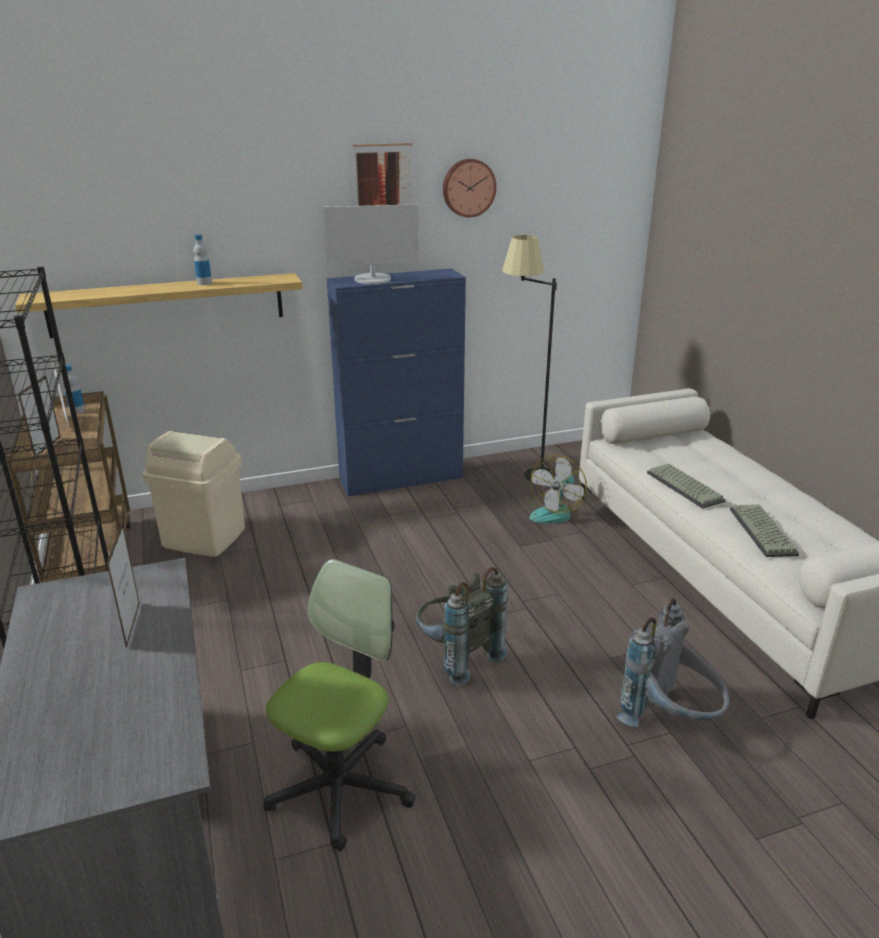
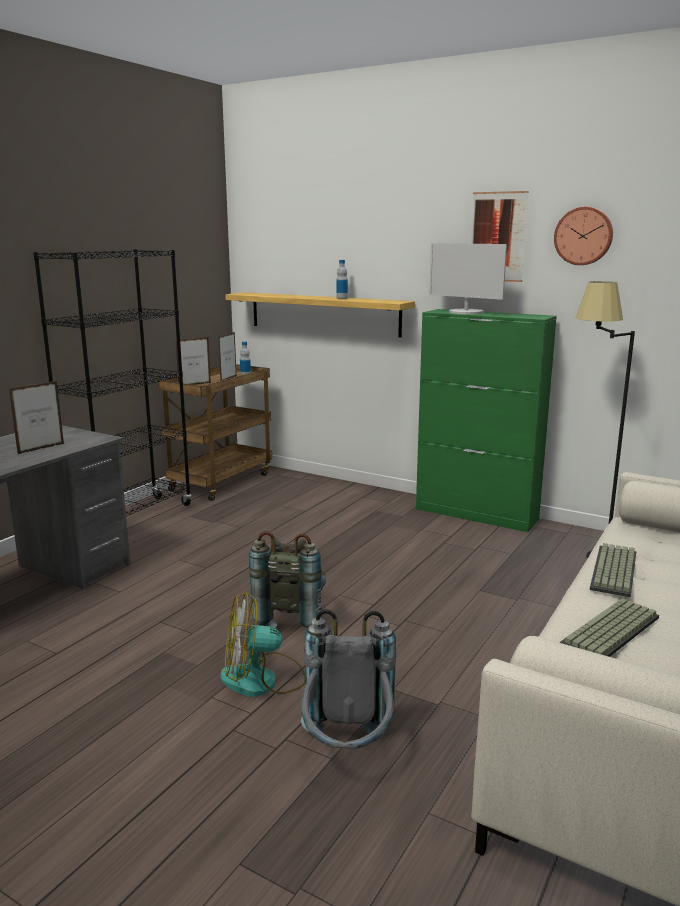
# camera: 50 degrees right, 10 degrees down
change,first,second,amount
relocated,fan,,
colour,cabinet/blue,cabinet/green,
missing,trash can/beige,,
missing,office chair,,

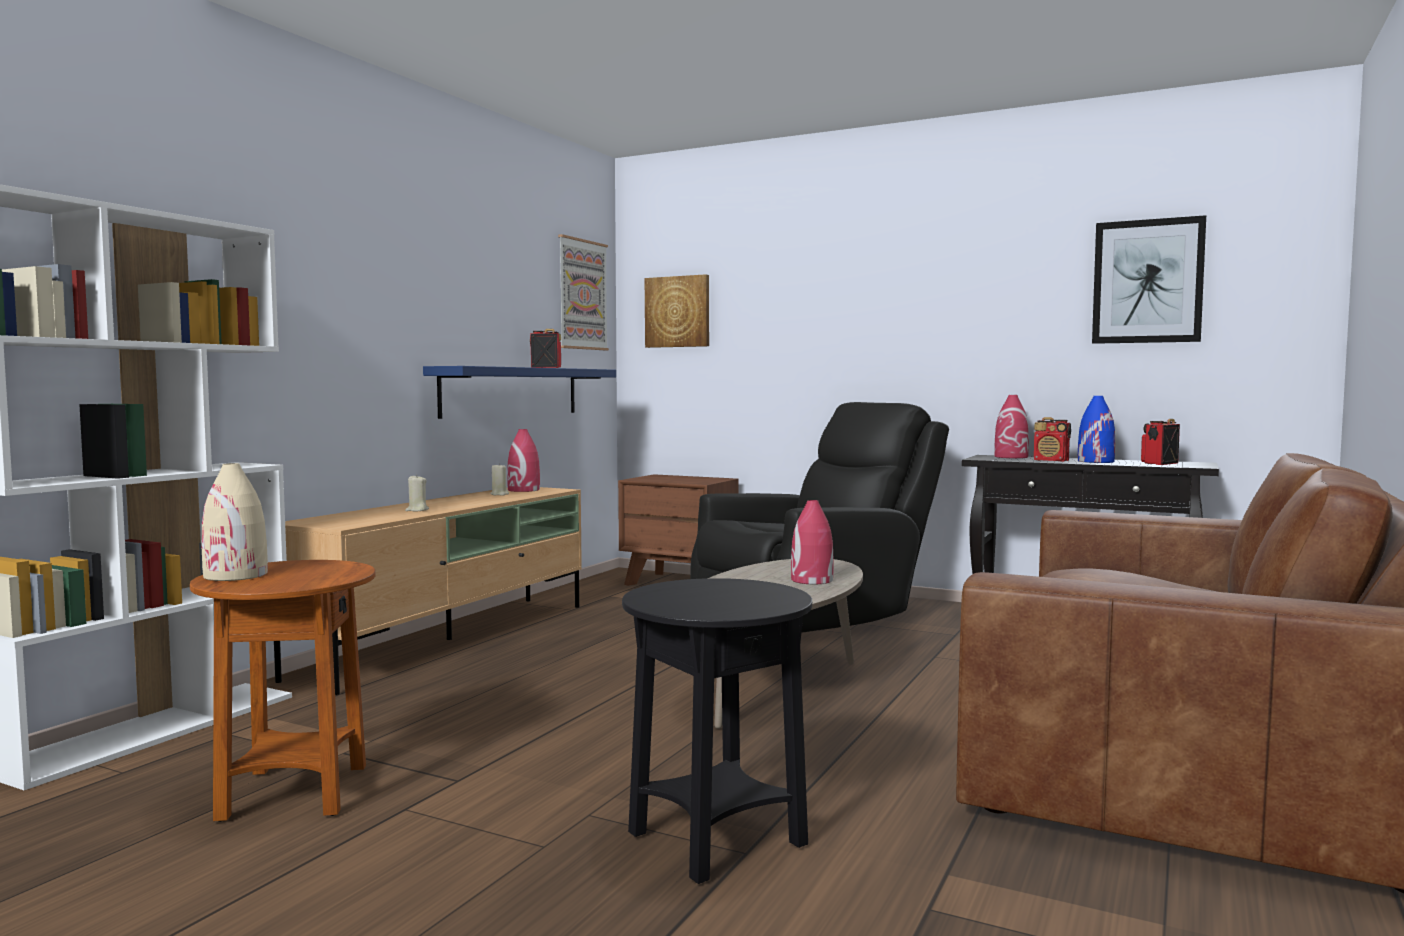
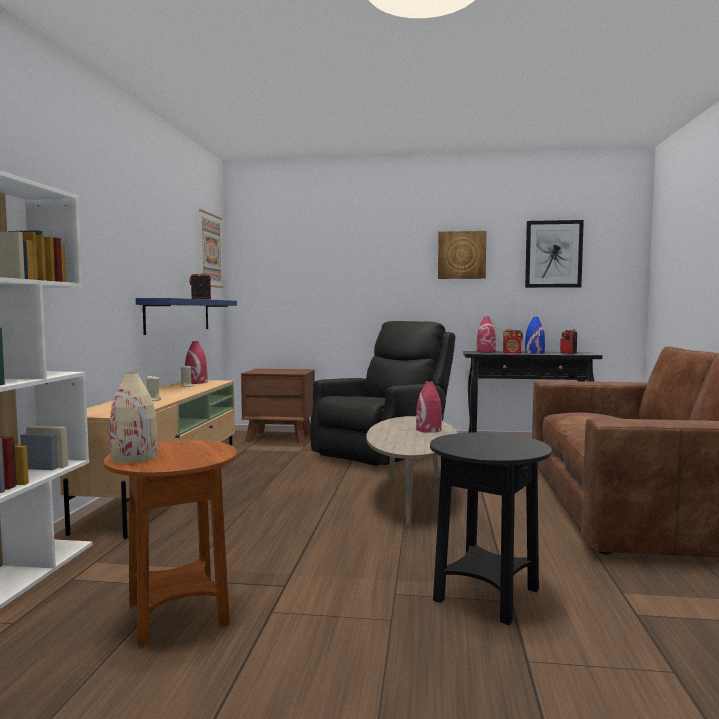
# camera: 20 degrees left, 0 degrees up
change,first,second,amount
relocated,picture (no. 2 from left),,

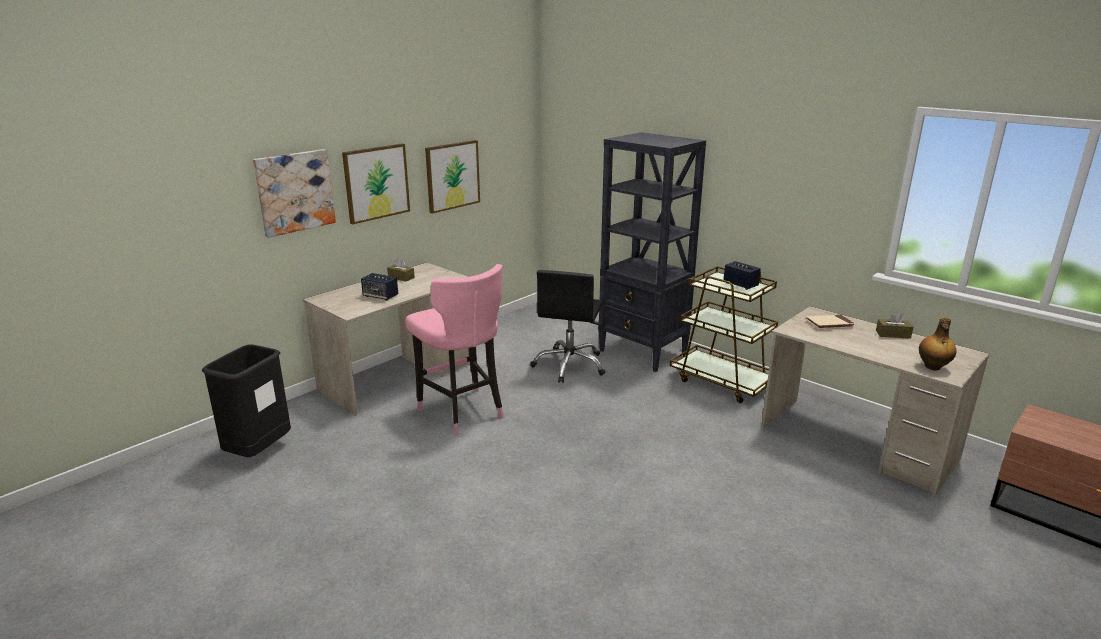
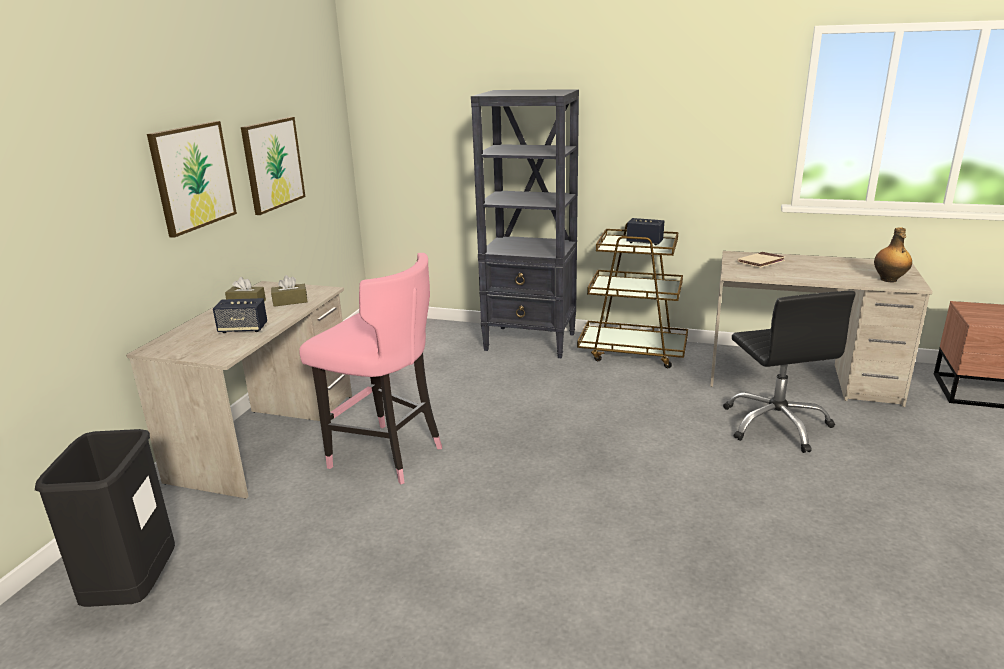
# camera: 25 degrees left, 0 degrees up
change,first,second,amount
relocated,tissue box/brown (no. 2 from left),,
relocated,office chair/black,,
missing,picture (no. 1 from left),,

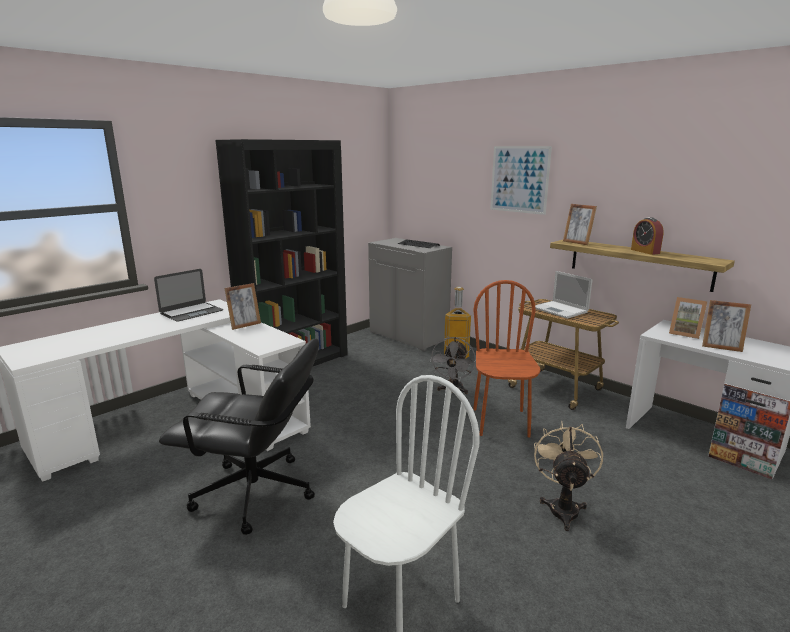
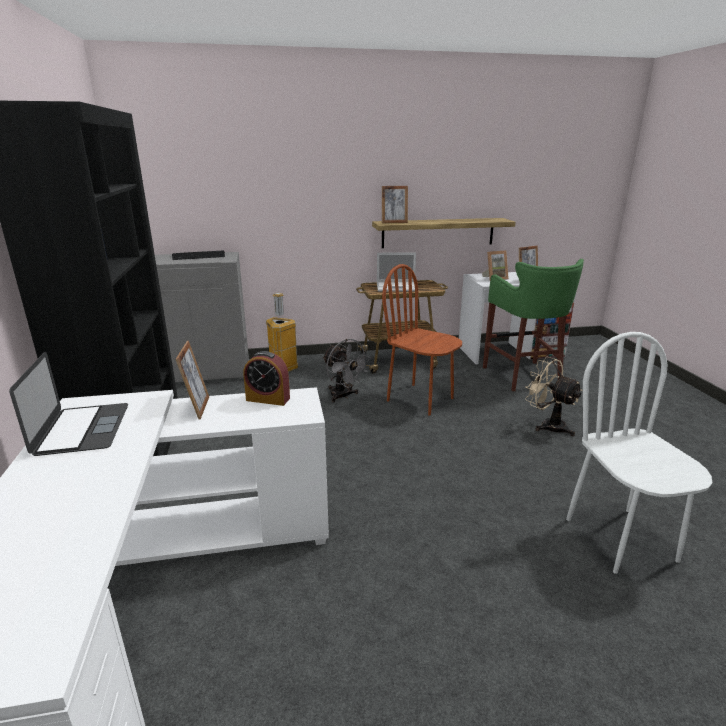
# camera: 55 degrees left, 5 degrees up
change,first,second,amount
relocated,alarm clock,,
appeared,,stool/green,
missing,office chair/black,,
missing,picture,,

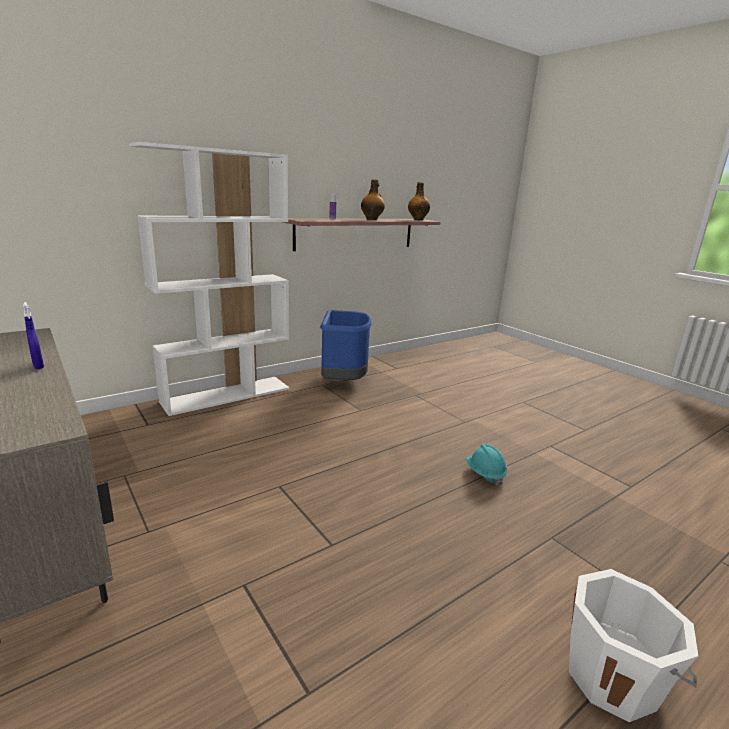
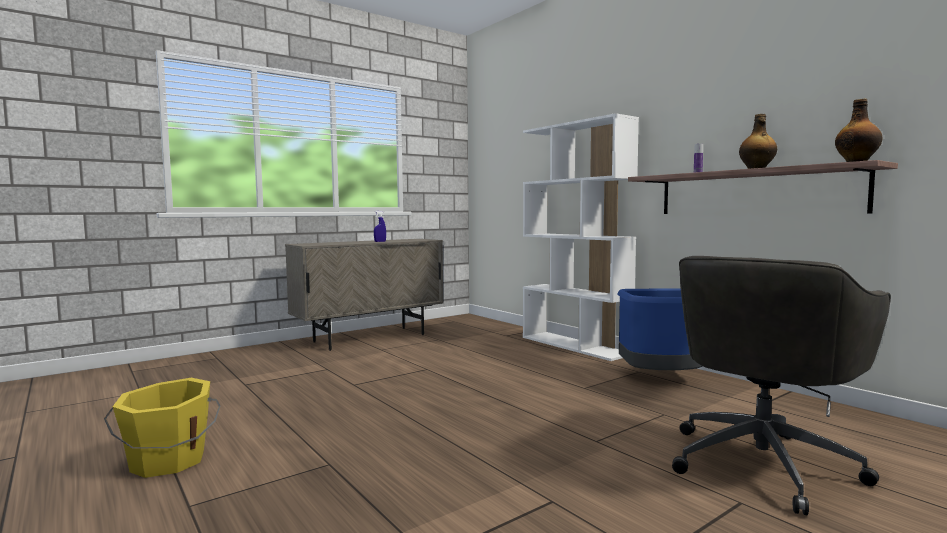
# camera: 90 degrees right, 15 degrees down
change,first,second,amount
colour,bucket/white,bucket/yellow,
appeared,,office chair/grey,
missing,hard hat/turquoise,,

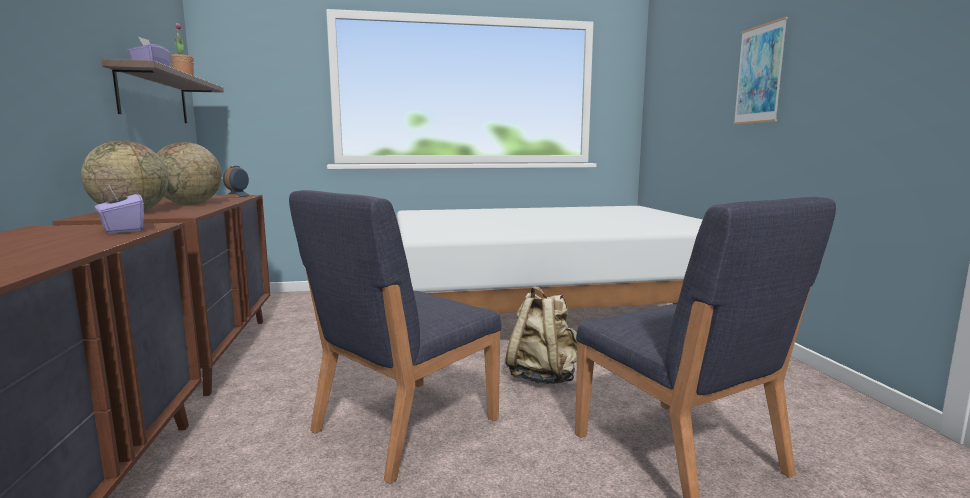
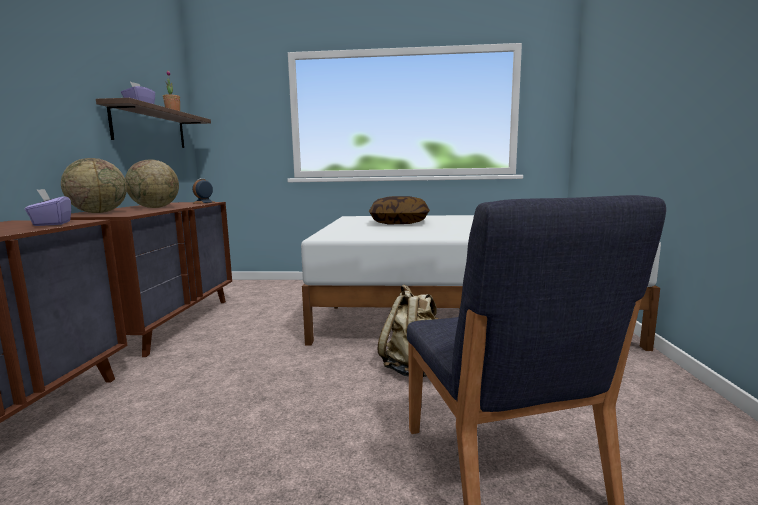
# camera: 15 degrees right, 0 degrees up
change,first,second,amount
appeared,,pillow,
missing,chair/blue (no. 1 from left),,
missing,picture,,

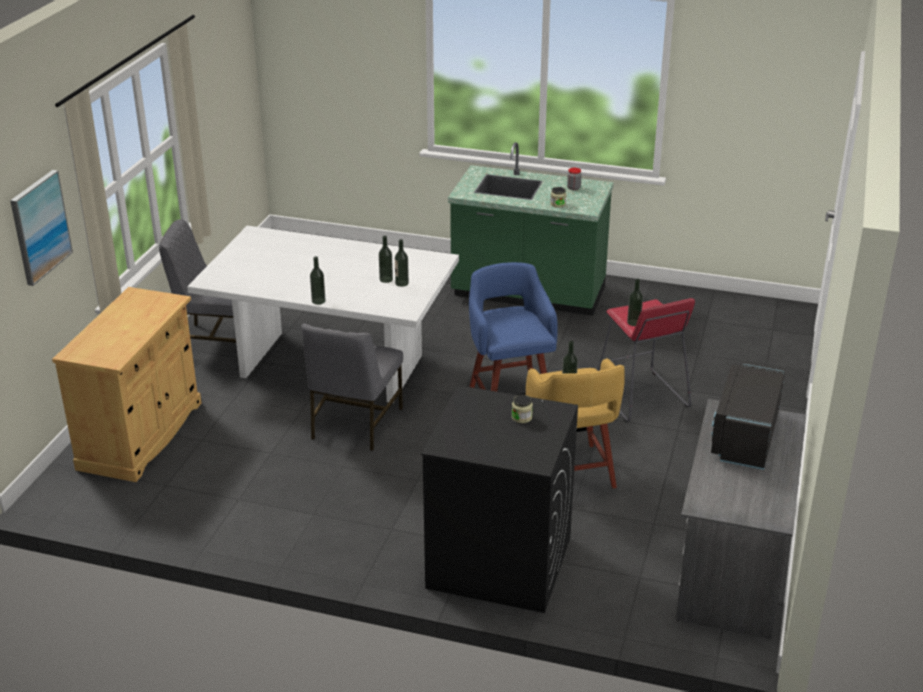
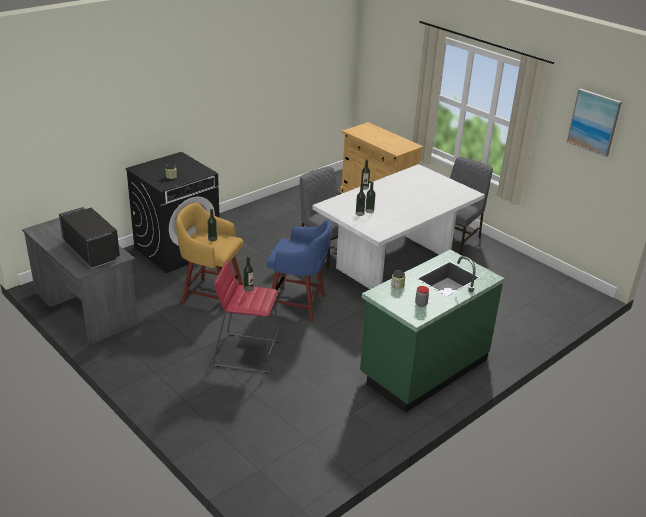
# camera: 120 degrees right, 0 degrees up
change,first,second,amount
relocated,picture,,

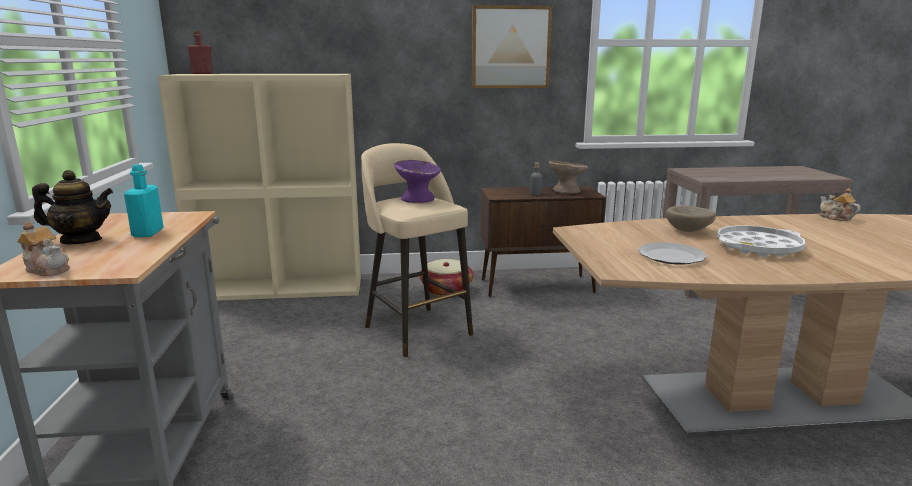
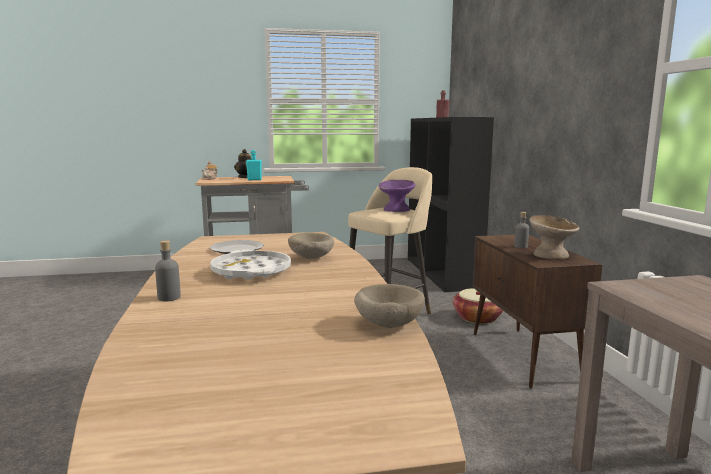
# camera: 85 degrees right, 5 degrees down
change,first,second,amount
appeared,,bottle/grey (no. 1 from left),
exchanged,teapot (no. 3 from left),bowl/beige (no. 2 from left),
colour,bookcase/beige,bookcase/black,
missing,picture,,

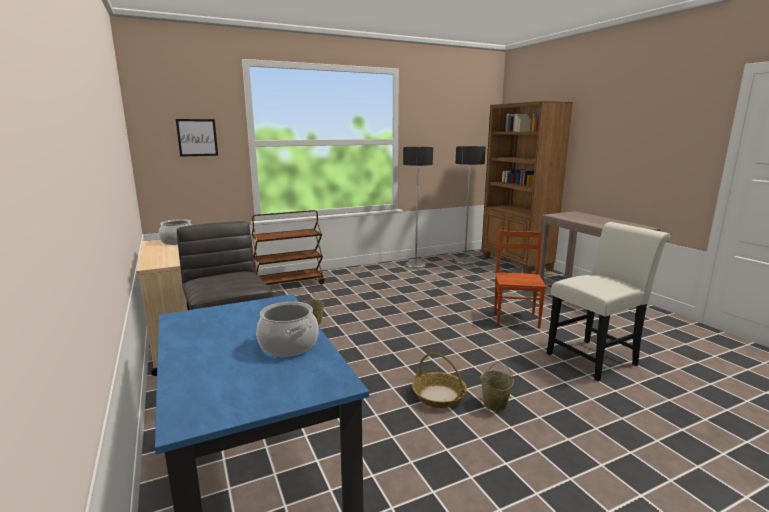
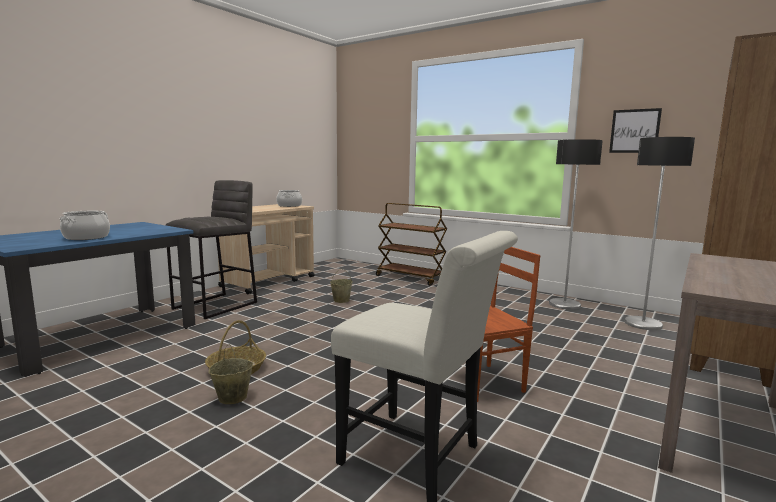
# camera: 60 degrees right, 5 degrees down
change,first,second,amount
relocated,picture,,

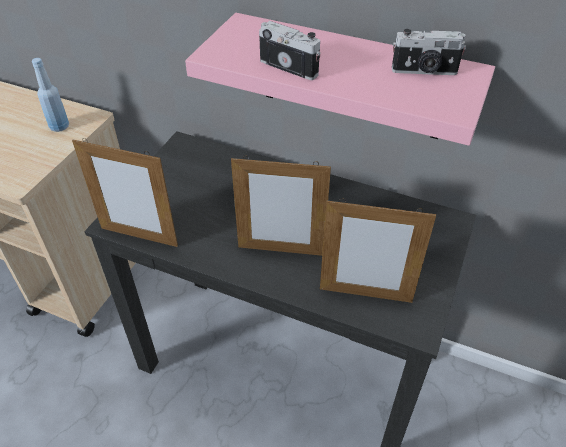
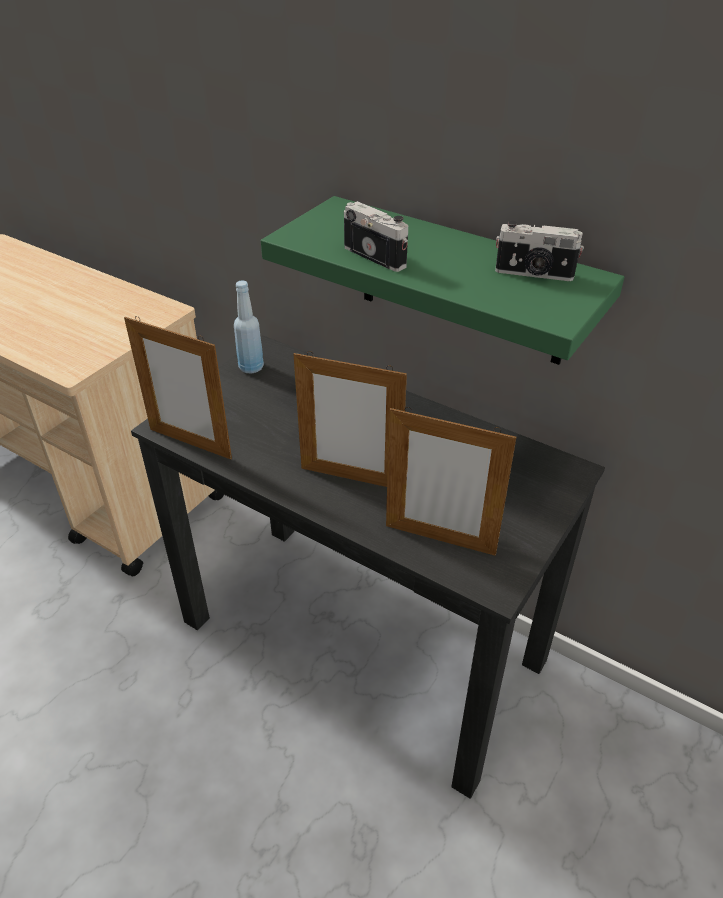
# camera: 10 degrees right, 5 degrees down
change,first,second,amount
relocated,bottle/blue,,
colour,shelf/pink,shelf/green,

